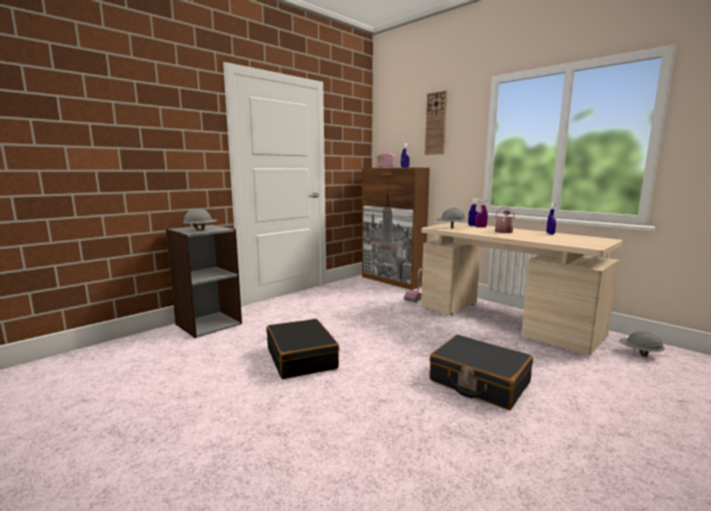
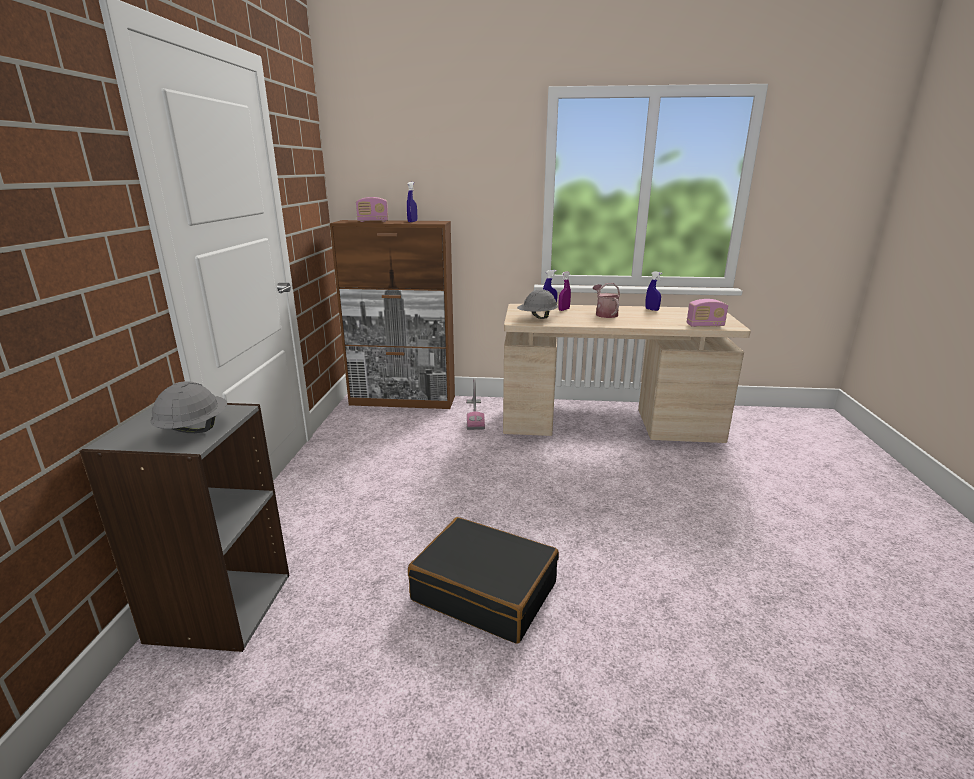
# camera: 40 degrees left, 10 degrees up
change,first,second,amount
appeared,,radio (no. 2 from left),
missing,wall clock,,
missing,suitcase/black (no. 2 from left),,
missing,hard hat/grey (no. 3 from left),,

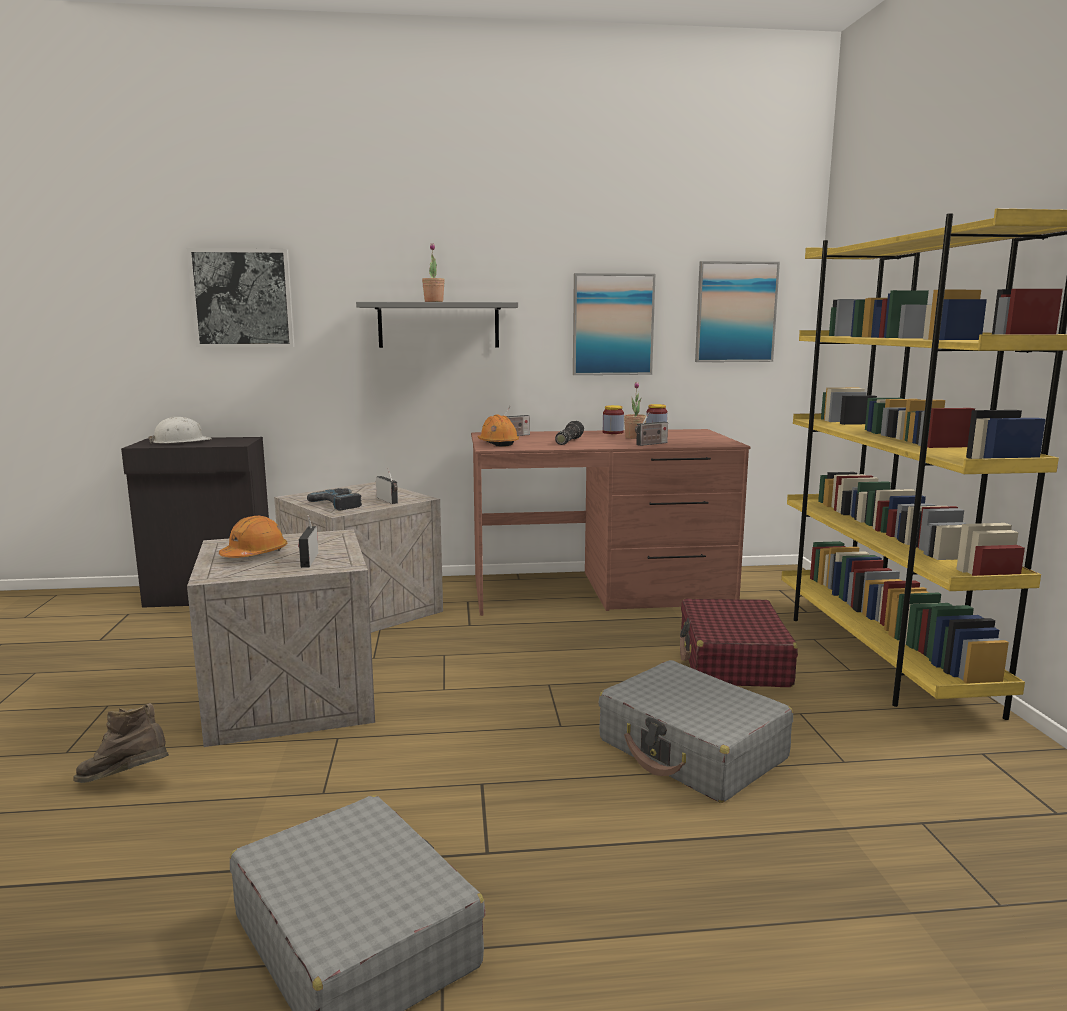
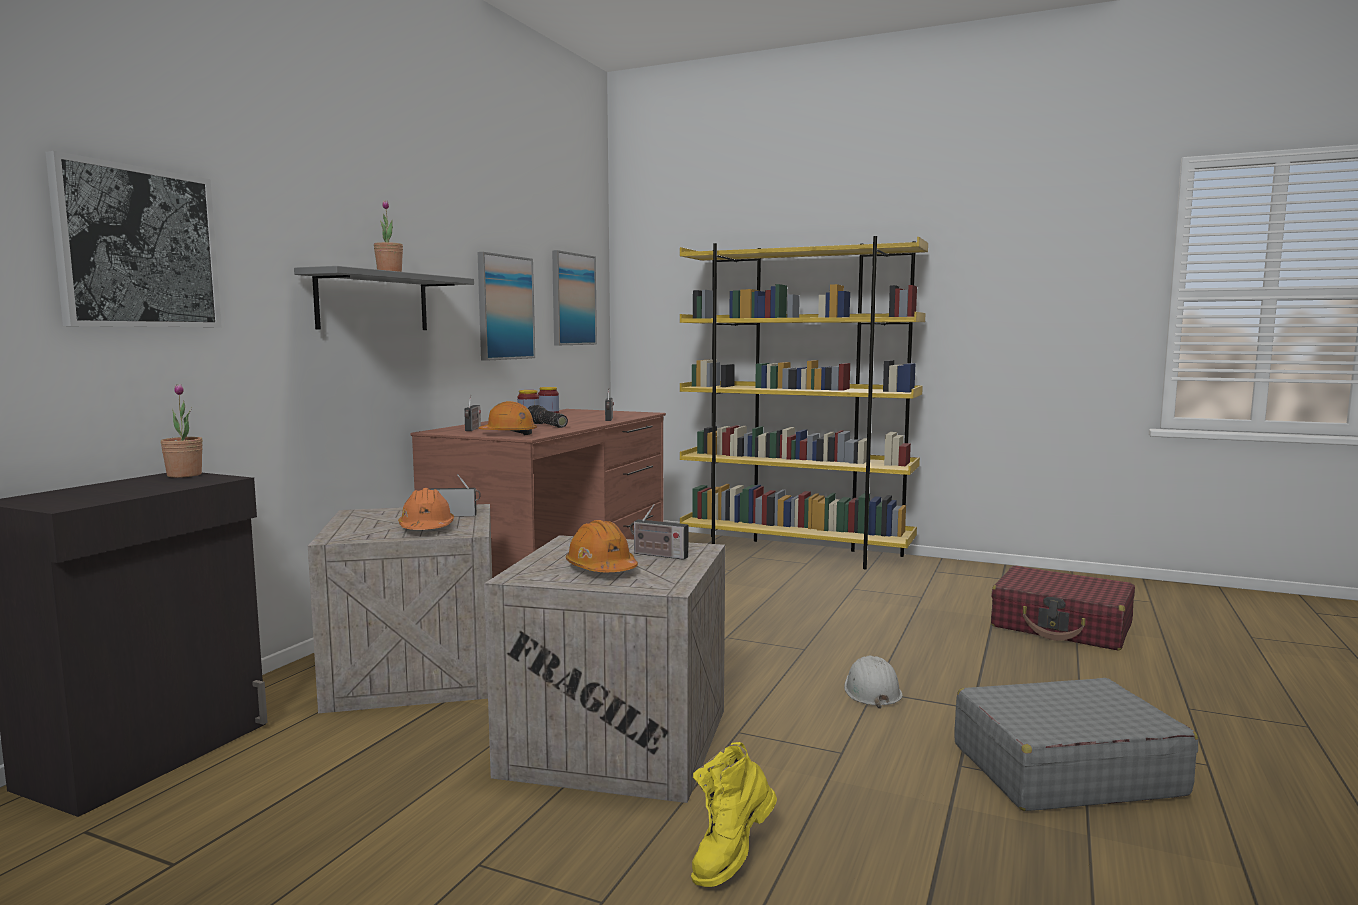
# camera: 60 degrees left, 5 degrees down
change,first,second,amount
relocated,potted plant (no. 2 from left in the first image),potted plant (no. 1 from left),
exchanged,power drill,hard hat/orange (no. 1 from left),
colour,boot/brown,boot/yellow,
relocated,hard hat/white,,
relocated,suitcase/red,,
missing,suitcase/grey (no. 2 from left),,

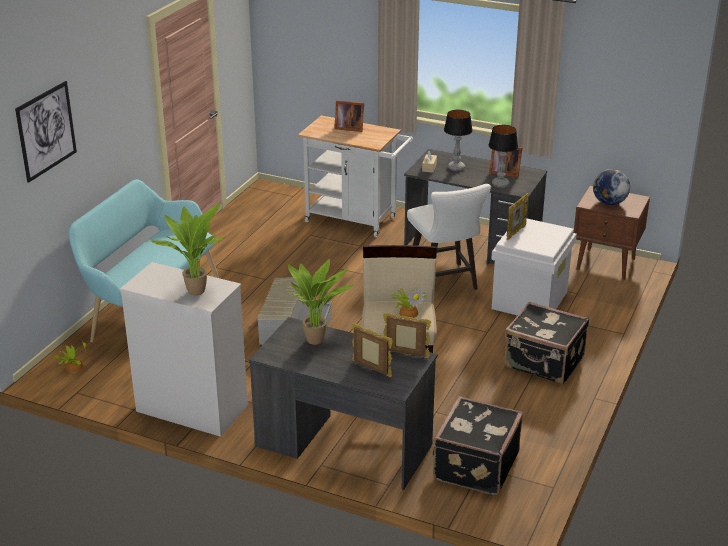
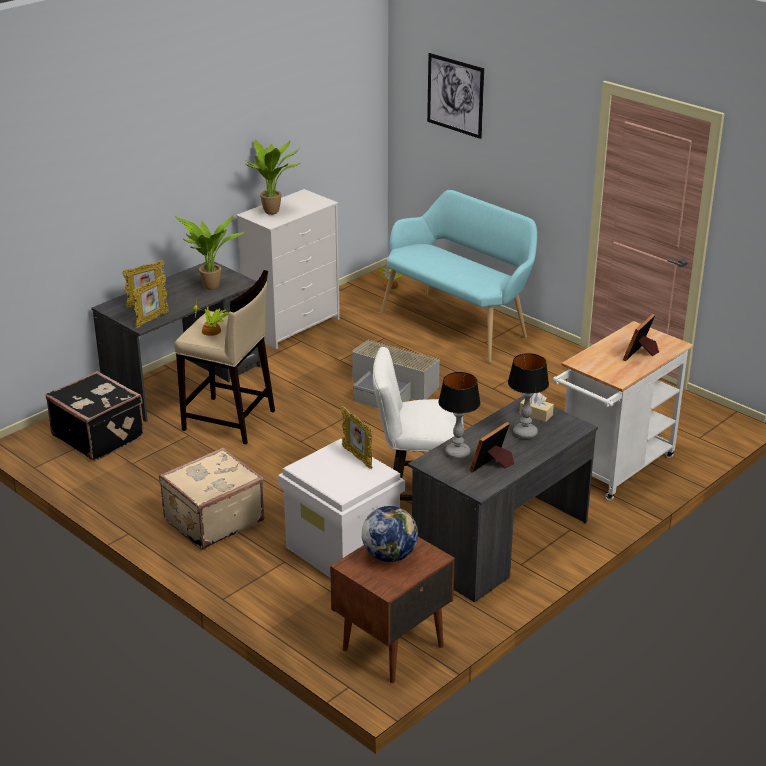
# camera: 110 degrees right, 0 degrees up
change,first,second,amount
colour,suitcase/black (no. 2 from left),suitcase/beige,

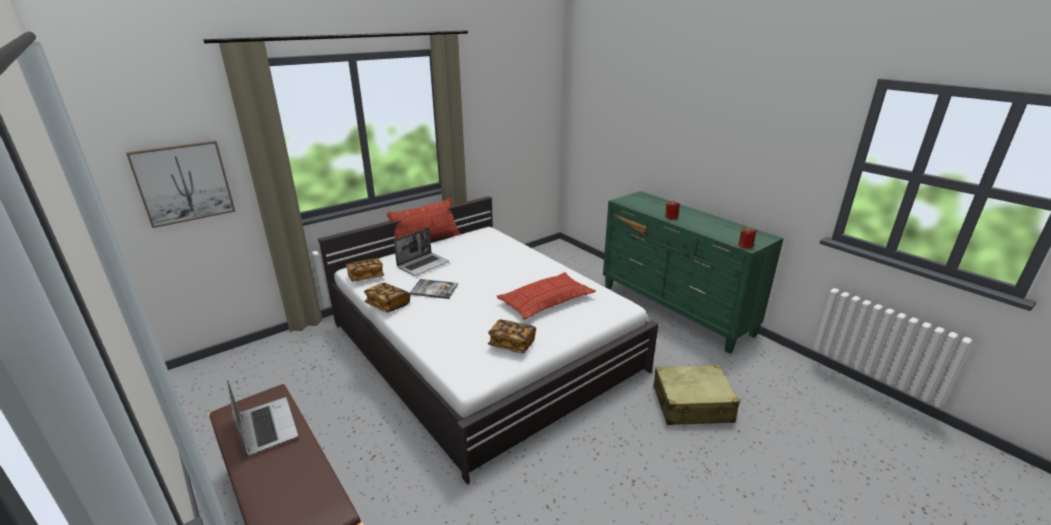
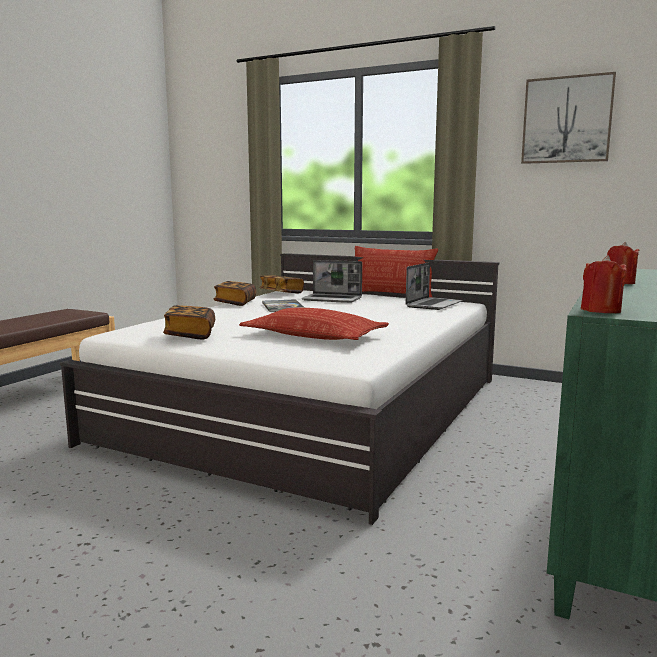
# camera: 65 degrees right, 15 degrees down
change,first,second,amount
relocated,laptop (no. 1 from left in the first image),laptop (no. 2 from left),
relocated,picture,,
missing,suitcase/beige,,

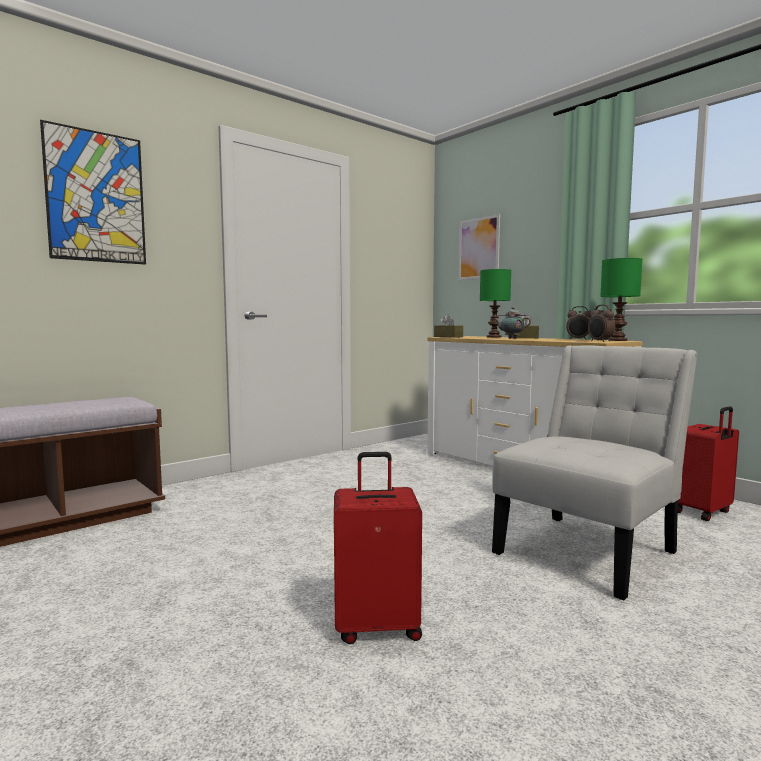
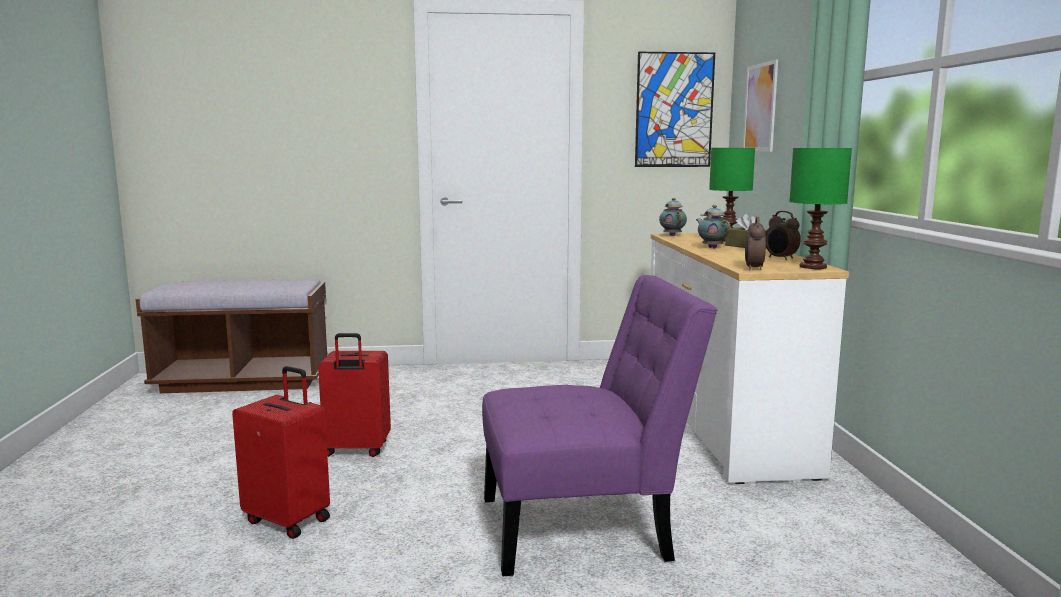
# camera: 35 degrees right, 5 degrees up
change,first,second,amount
relocated,suitcase/red (no. 2 from left),,
colour,chair/white,chair/purple,
relocated,picture (no. 1 from left),,
exchanged,tissue box/brown (no. 1 from left),teapot (no. 1 from left),

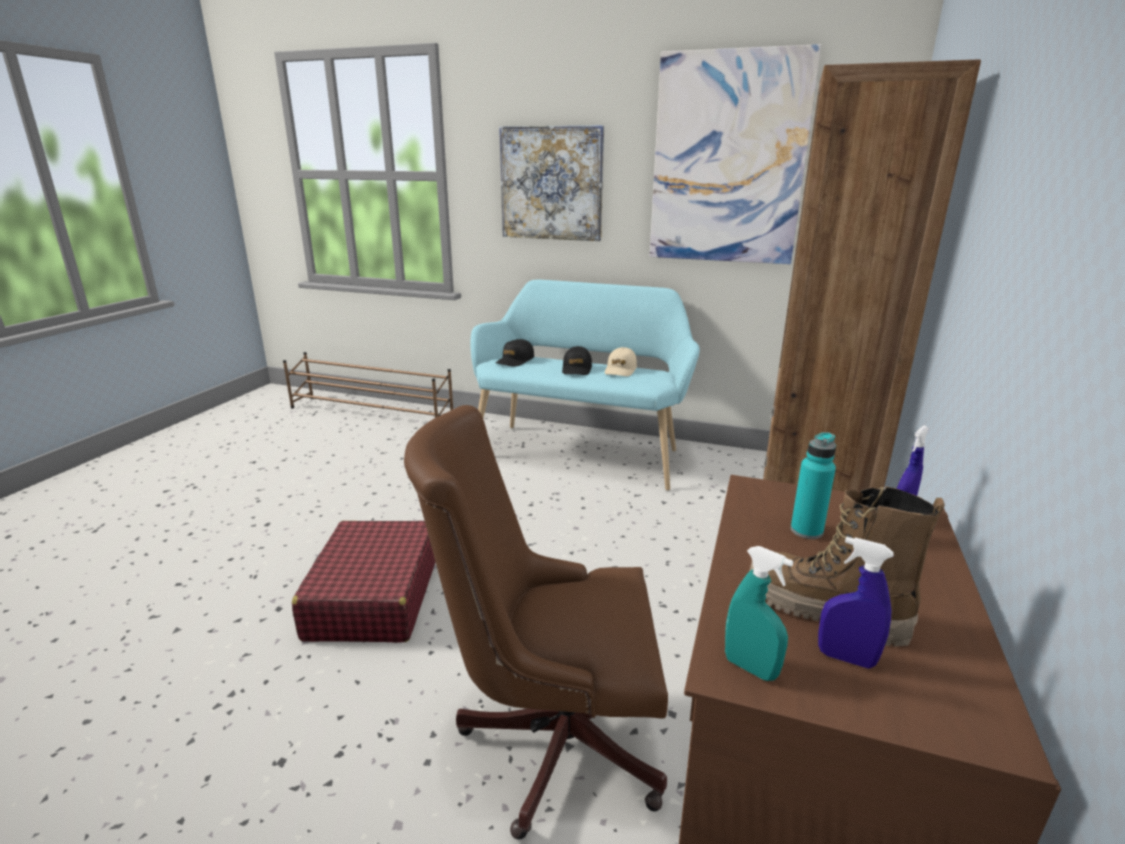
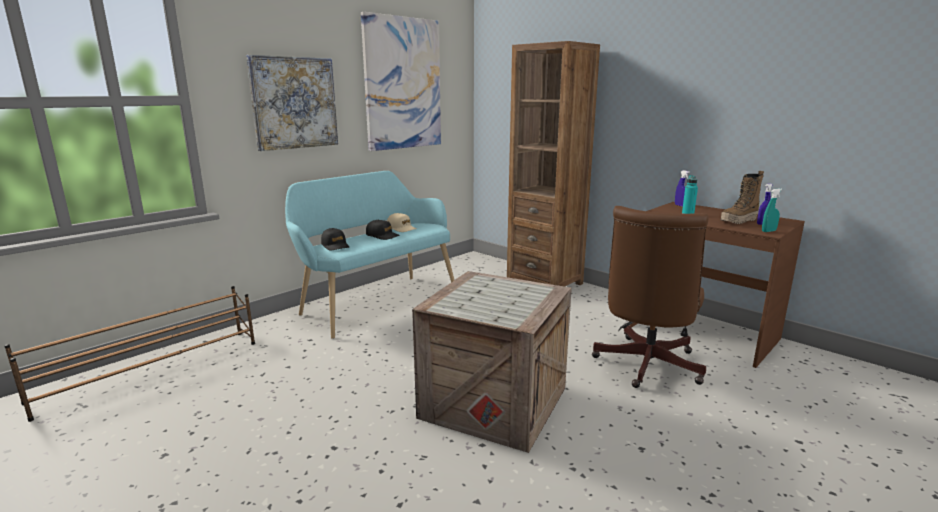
# camera: 65 degrees left, 5 degrees down
change,first,second,amount
exchanged,suitcase/red,crate,

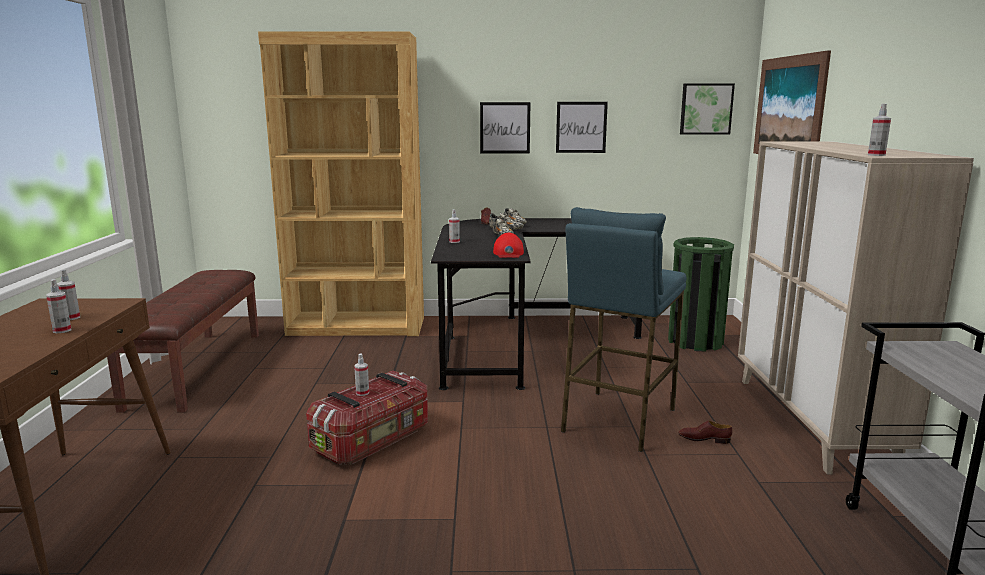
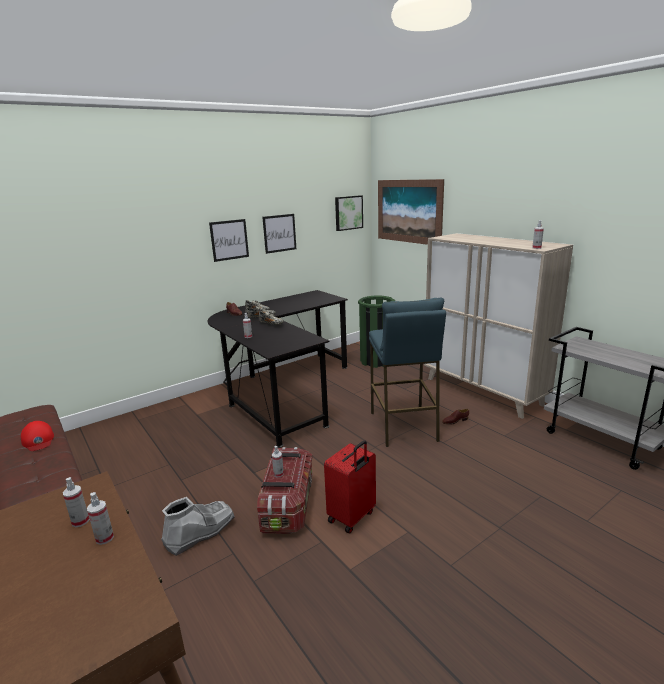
# camera: 35 degrees left, 5 degrees up
change,first,second,amount
relocated,cap/red,,
appeared,,boot/grey,
appeared,,suitcase/red,
missing,bookcase/brown,,

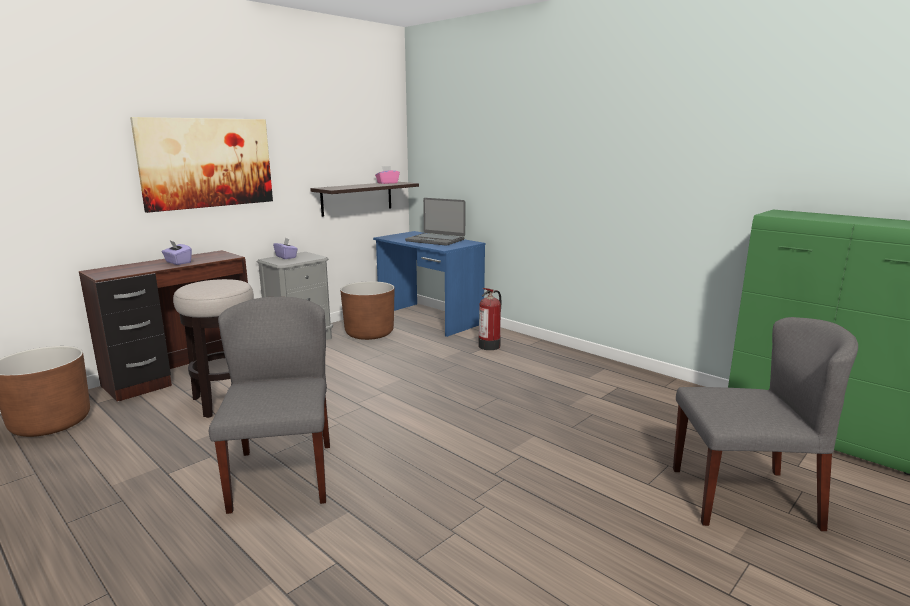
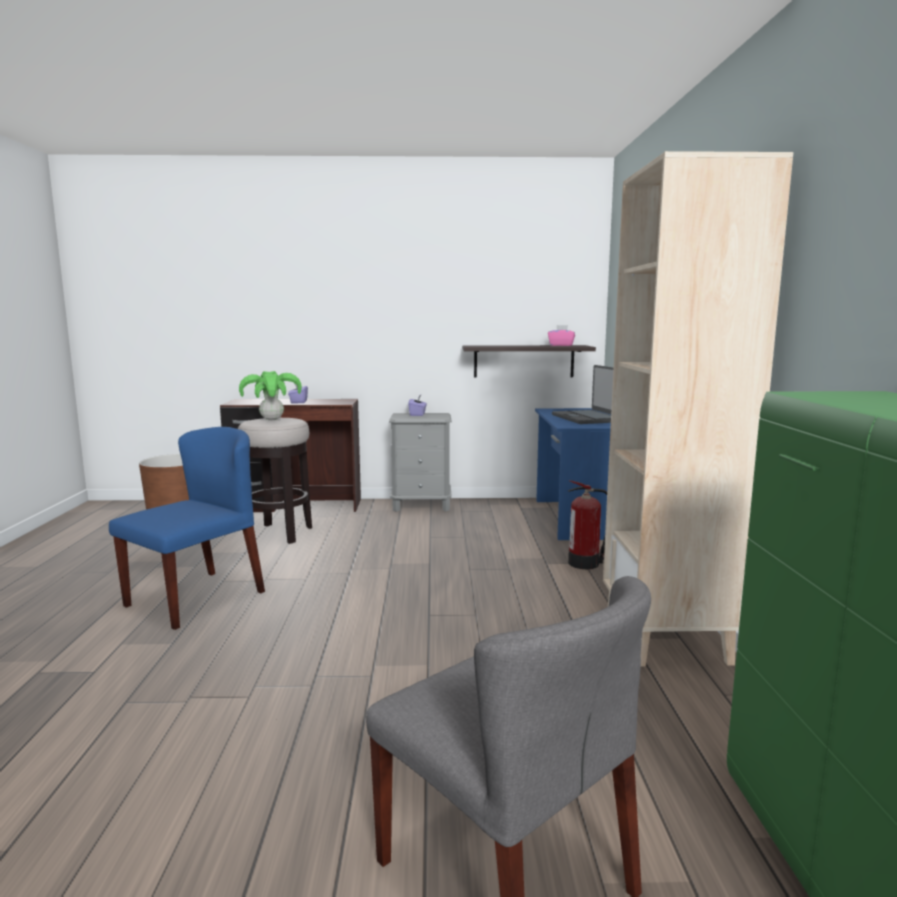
# camera: 45 degrees right, 5 degrees down
change,first,second,amount
colour,chair/grey (no. 1 from left),chair/blue,
appeared,,potted plant,
appeared,,bookcase/beige,
missing,picture,,
missing,planter/brown (no. 2 from left),,

